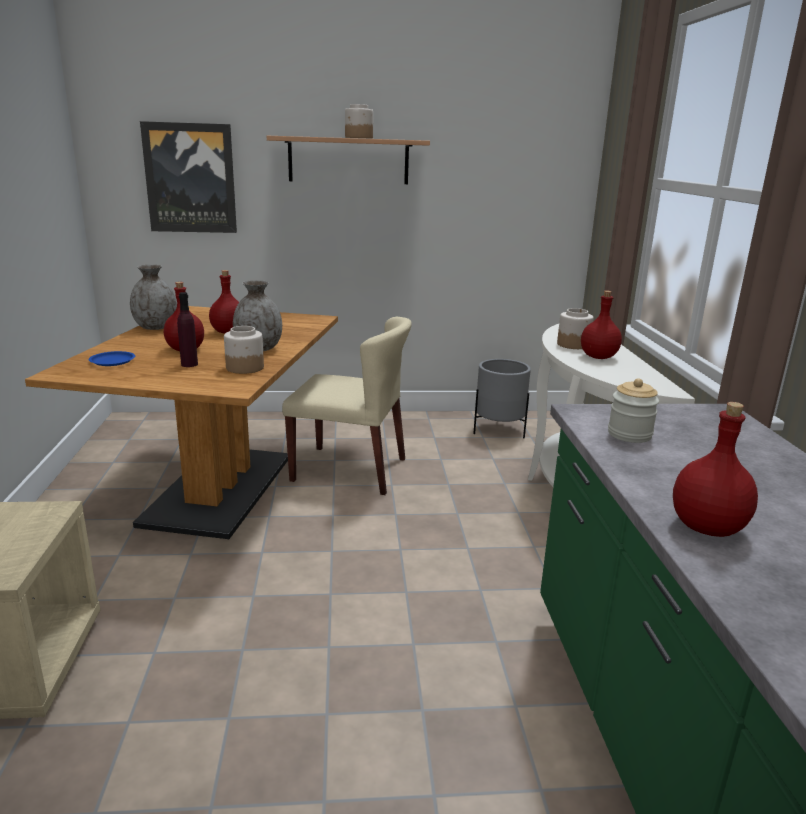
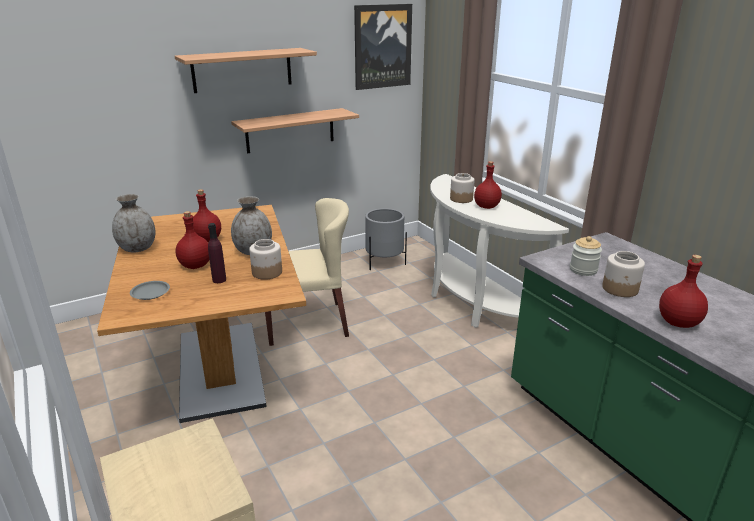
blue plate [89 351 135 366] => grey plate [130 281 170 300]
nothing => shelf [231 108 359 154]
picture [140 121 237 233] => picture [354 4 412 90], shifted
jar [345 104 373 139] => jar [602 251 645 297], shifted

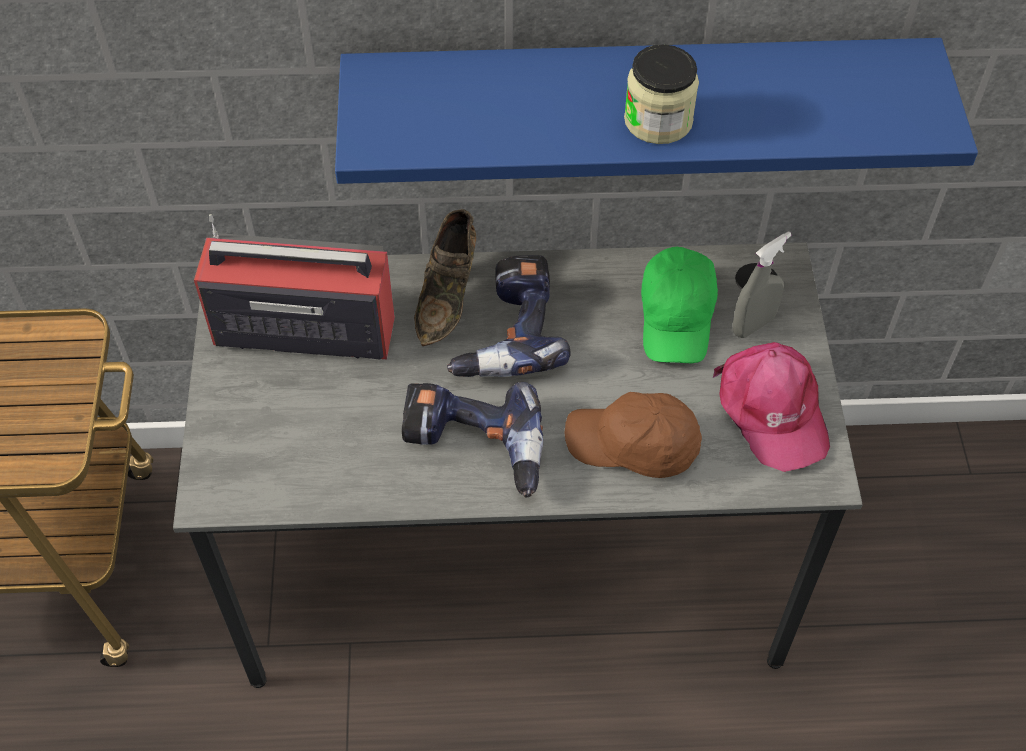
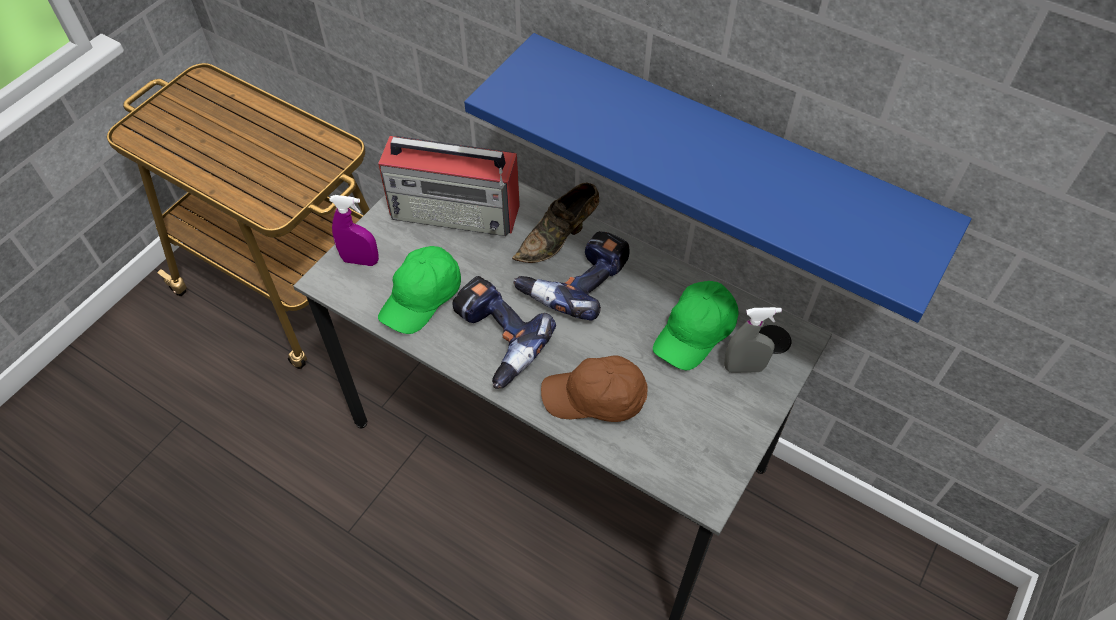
nothing => purple spray bottle [329 195 379 266]
radio [194 214 395 360] => radio [378 136 520 236], 150 degrees clockwise
nothing => green cap [378 246 461 334]
brown cap [565 392 702 478] => brown cap [541 355 648 422], 45 degrees counterclockwise
jar [624 44 699 144] => nothing
pink cap [713 342 830 472] => nothing

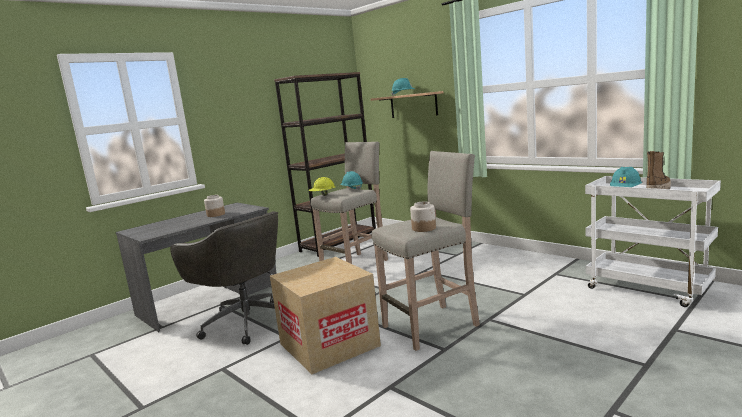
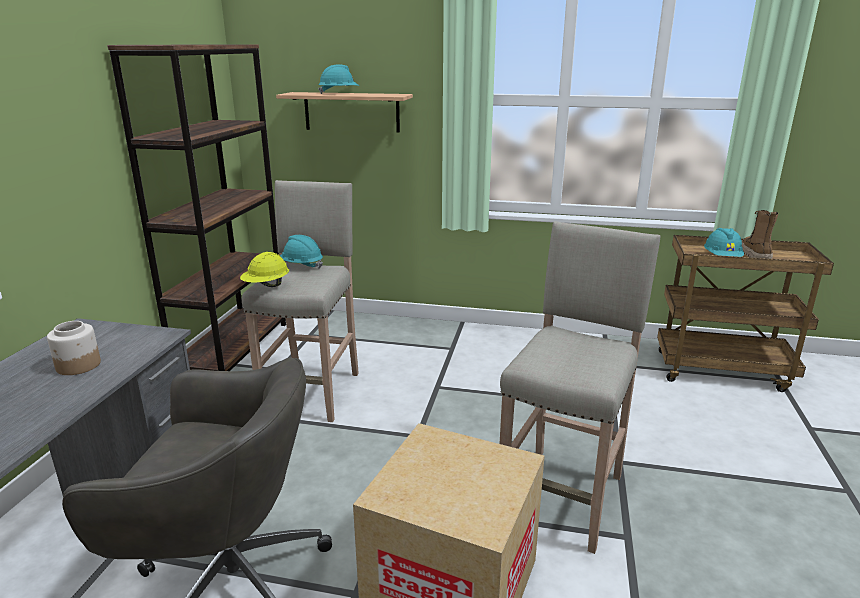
white cart [585 176 721 307] => brown cart [657 235 834 392]
jar [410 202 436 232] => nothing

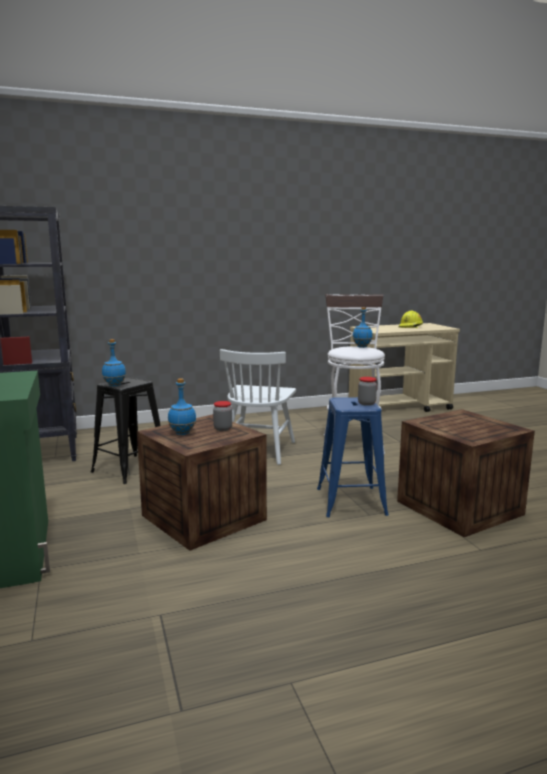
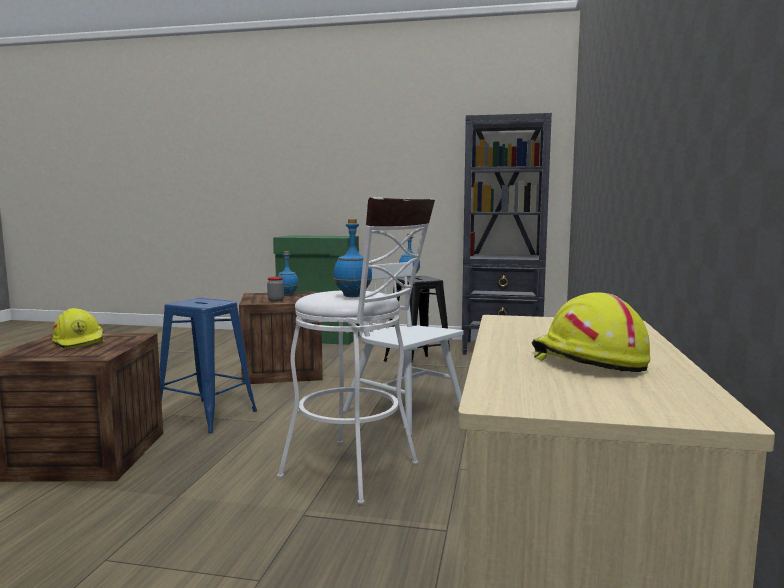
nothing => yellow hard hat [52 308 105 349]
jar [358 377 377 406] => nothing

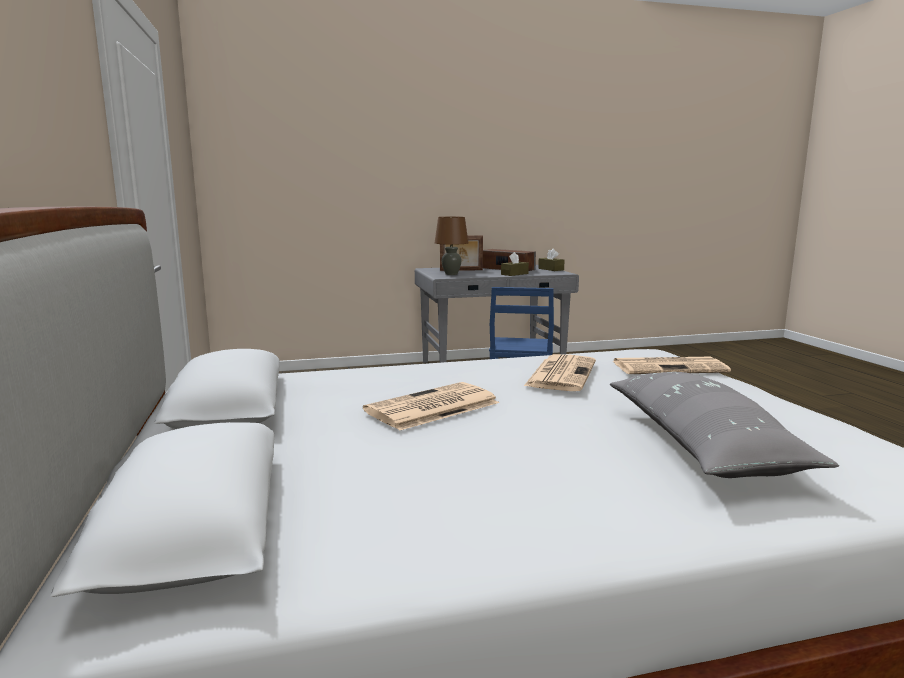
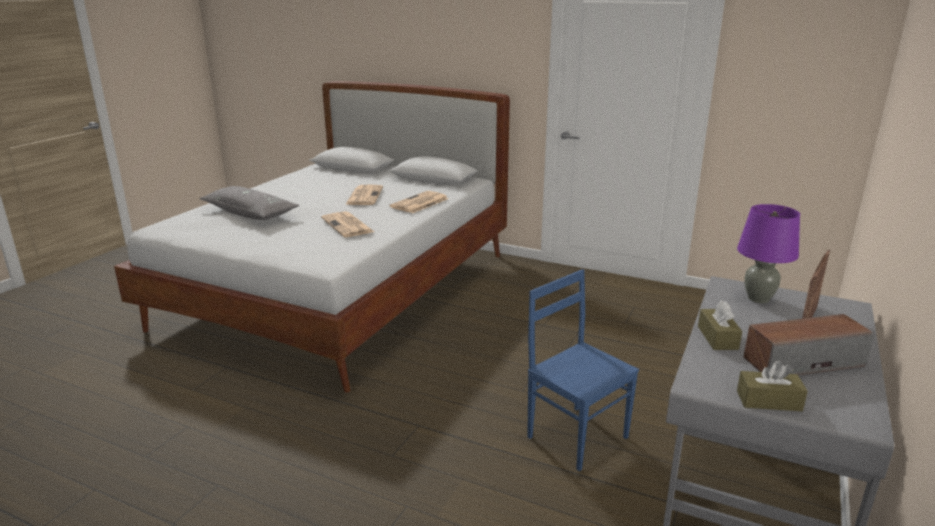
newspaper [612 357 731 374] => newspaper [389 191 449 213], shifted
brown table lamp [435 217 468 275] => purple table lamp [737 204 800 303]

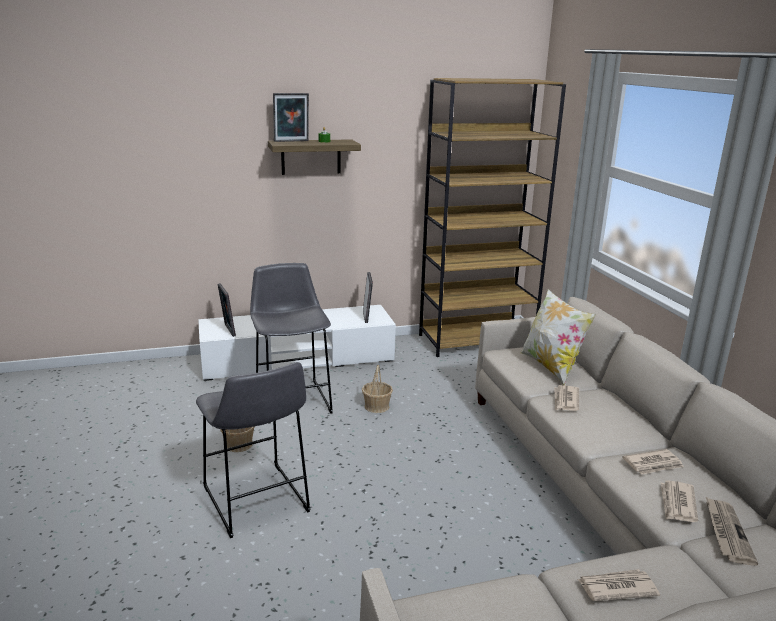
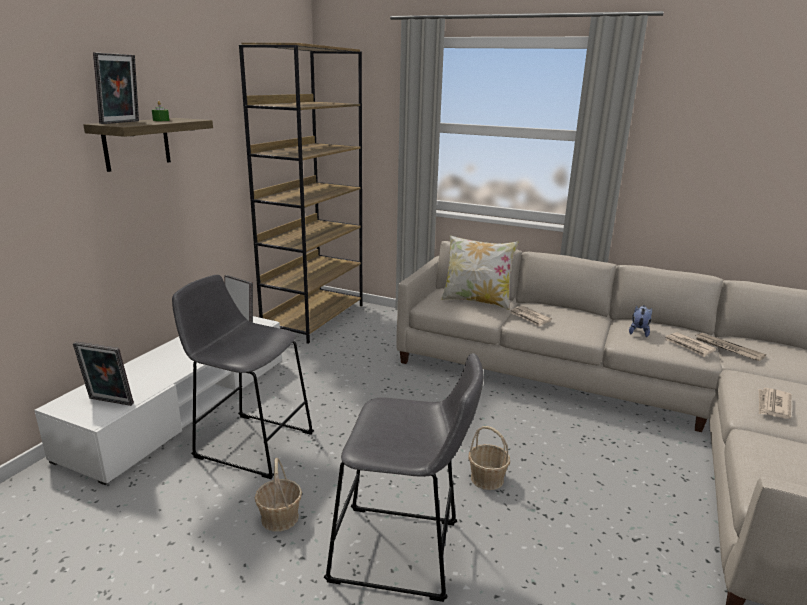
basket [362 365 393 413] => basket [468 426 510 490], shifted
newspaper [622 449 684 474] => plush toy [629 305 652 337]

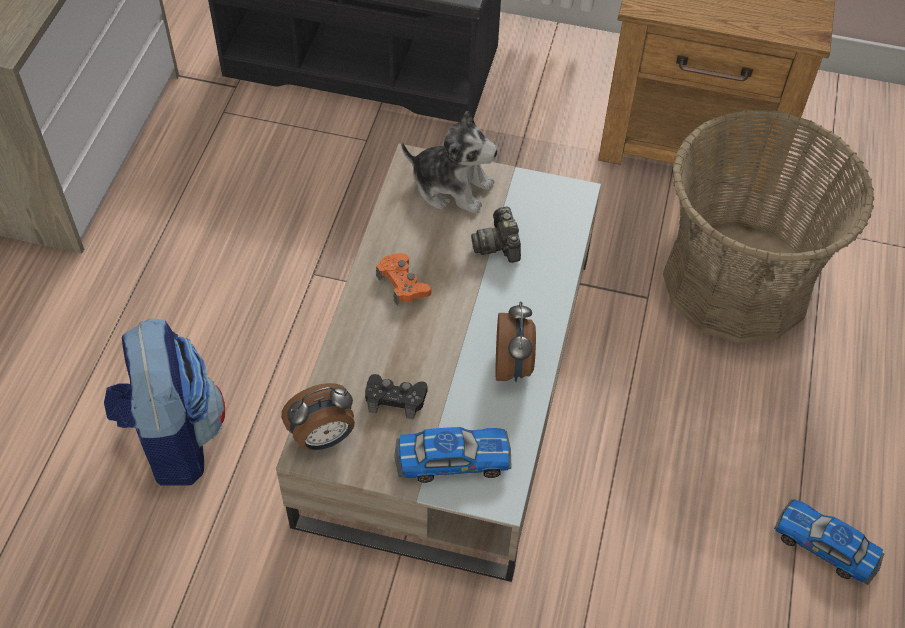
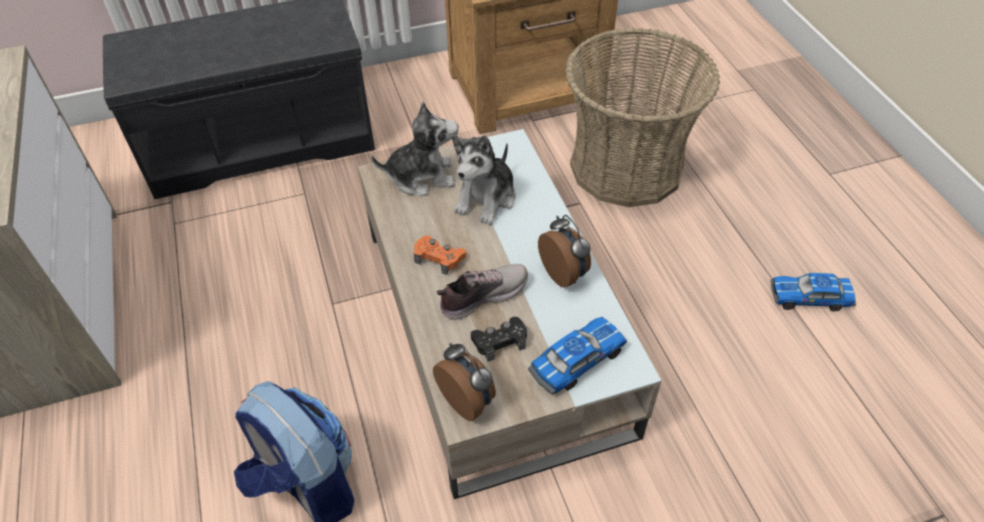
alarm clock [281 383 355 450] => alarm clock [433 343 496 421], 75 degrees counterclockwise
nothing => shoe [436 264 528 320]
photo camera [471 206 521 263] => plush toy [452 135 516 225]

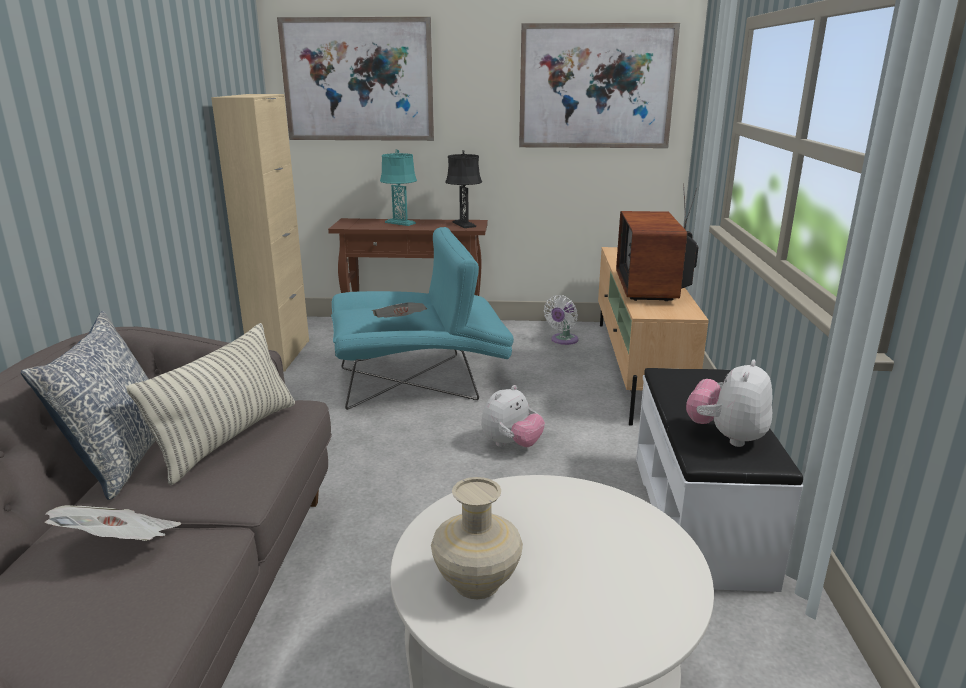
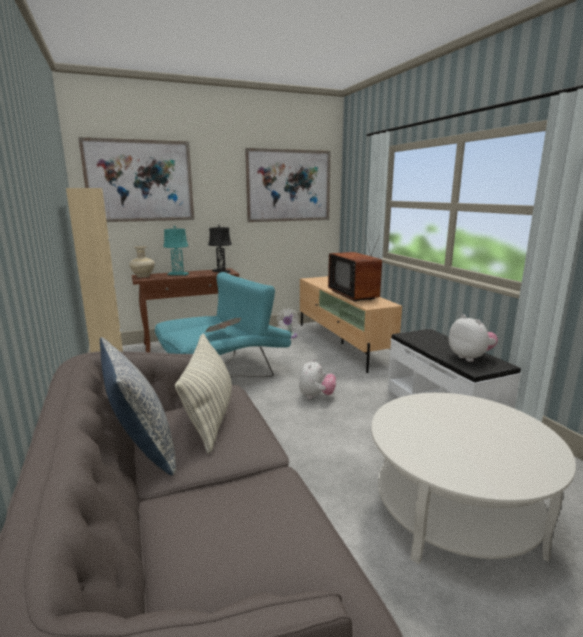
beige vase [431 477 523 599] => beige vase [129 246 155 277], shifted
plush toy [686 359 773 447] => plush toy [449 314 498 362], 150 degrees clockwise
newspaper [44 505 182 541] => nothing

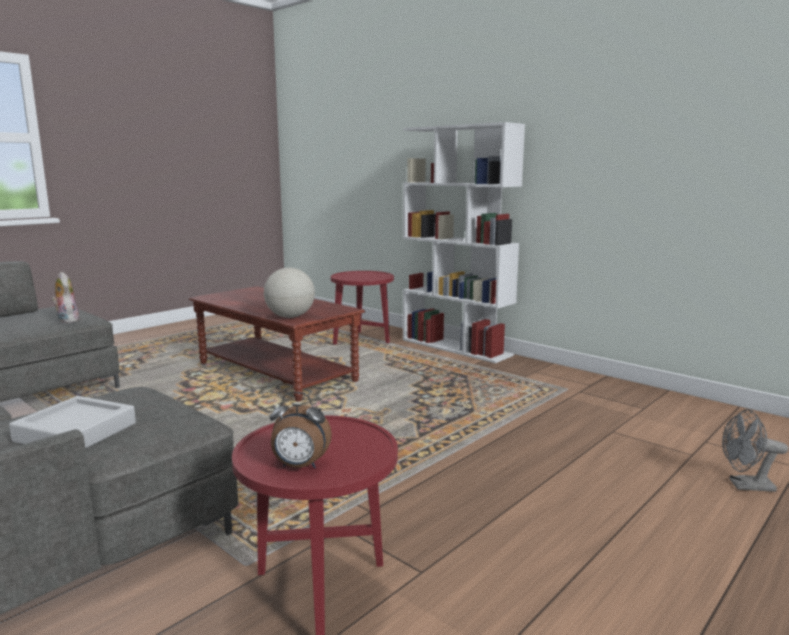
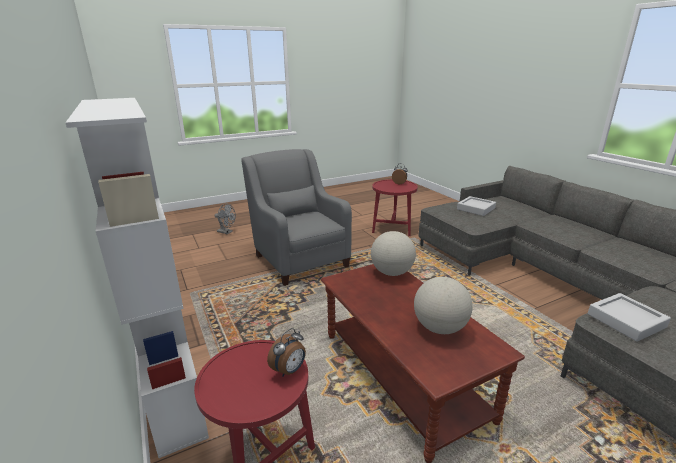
nothing => grey armchair [241 149 352 286]
nothing => alarm clock [267 328 306 377]
nothing => globe [414 277 472 334]
plush toy [52 272 79 323] => grey tray [588 293 671 342]

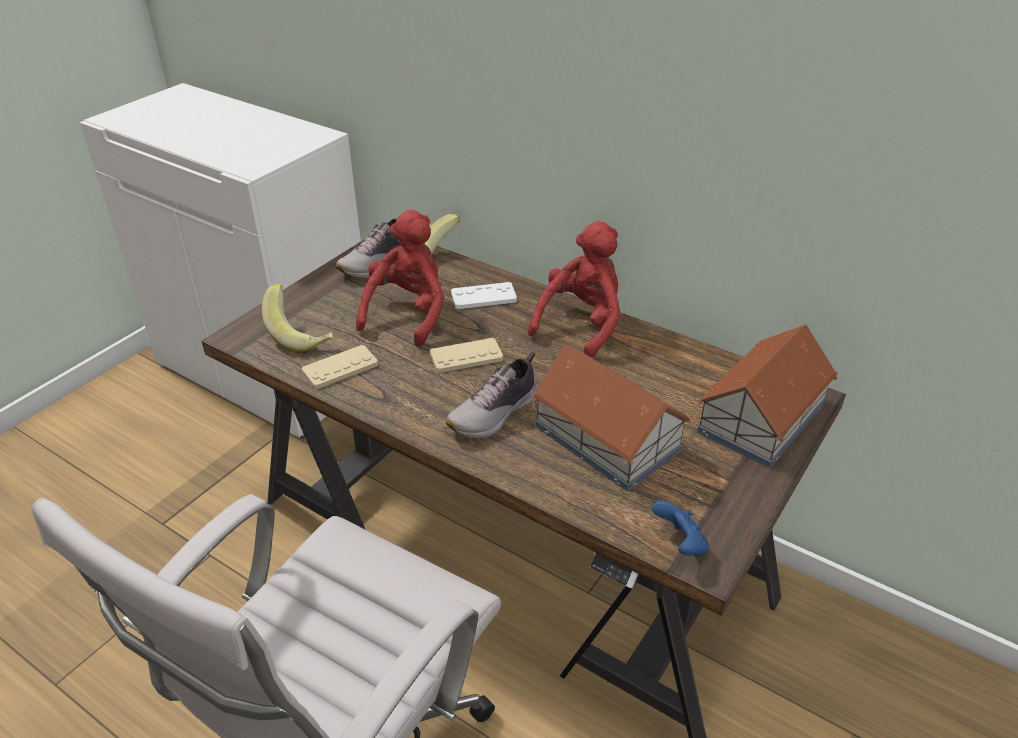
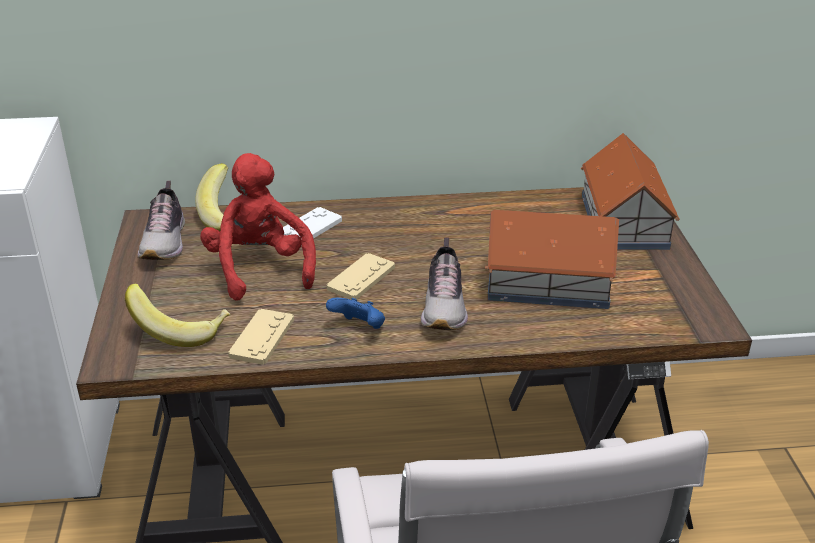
blue game controller [652 501 709 556] => blue game controller [326 298 385 329], shifted
red plush toy [528 221 621 358] => nothing

